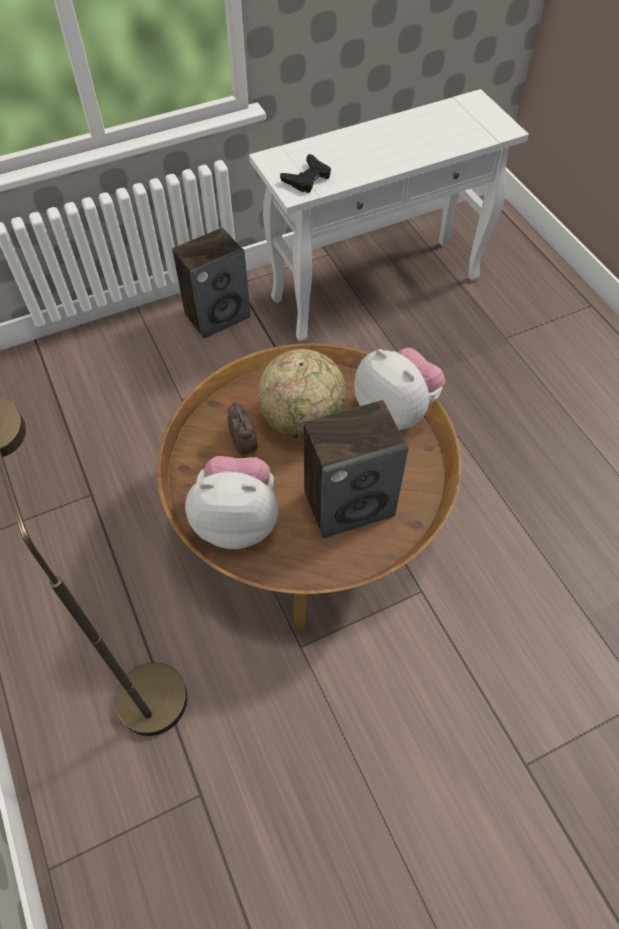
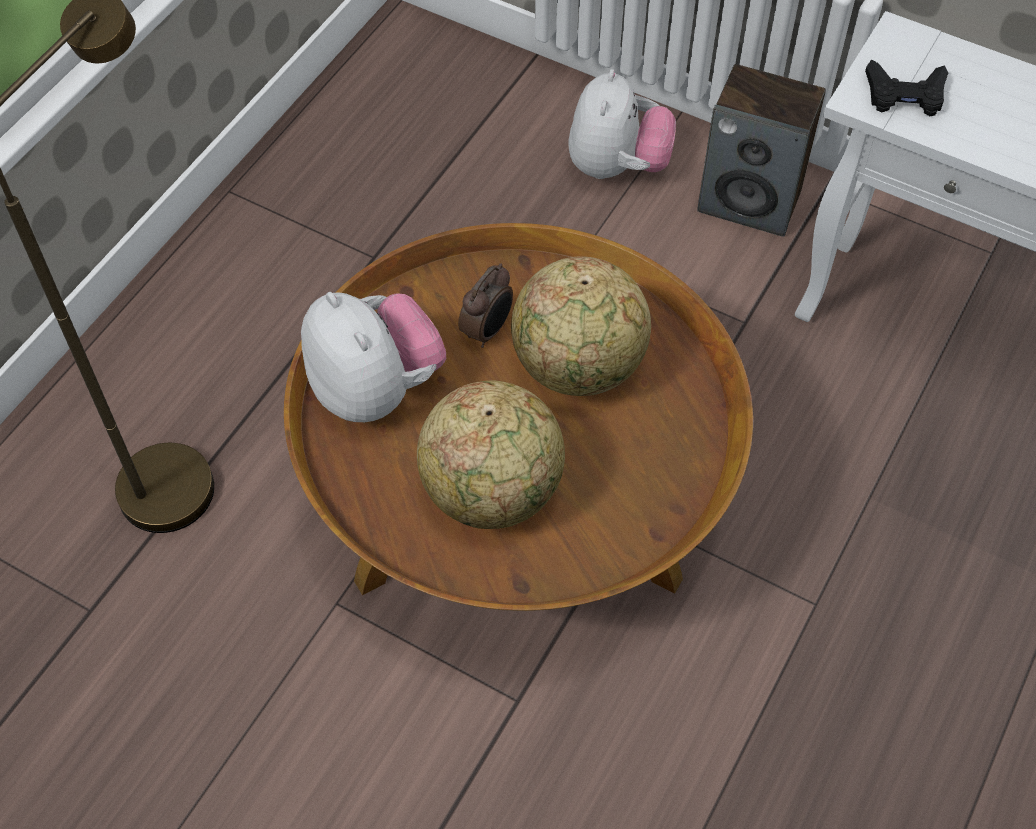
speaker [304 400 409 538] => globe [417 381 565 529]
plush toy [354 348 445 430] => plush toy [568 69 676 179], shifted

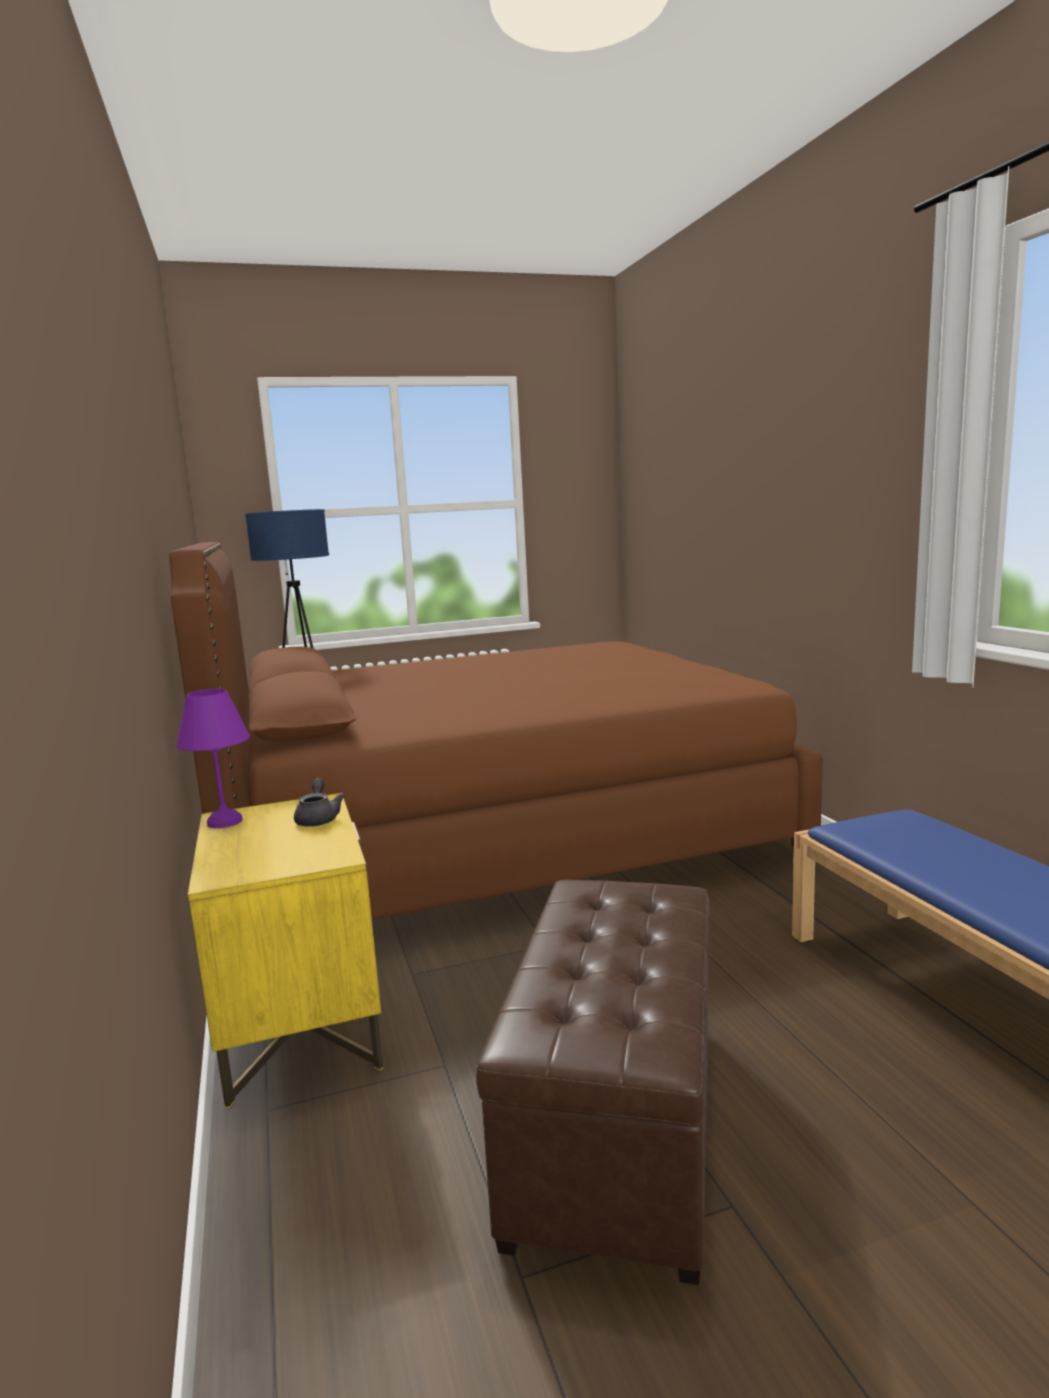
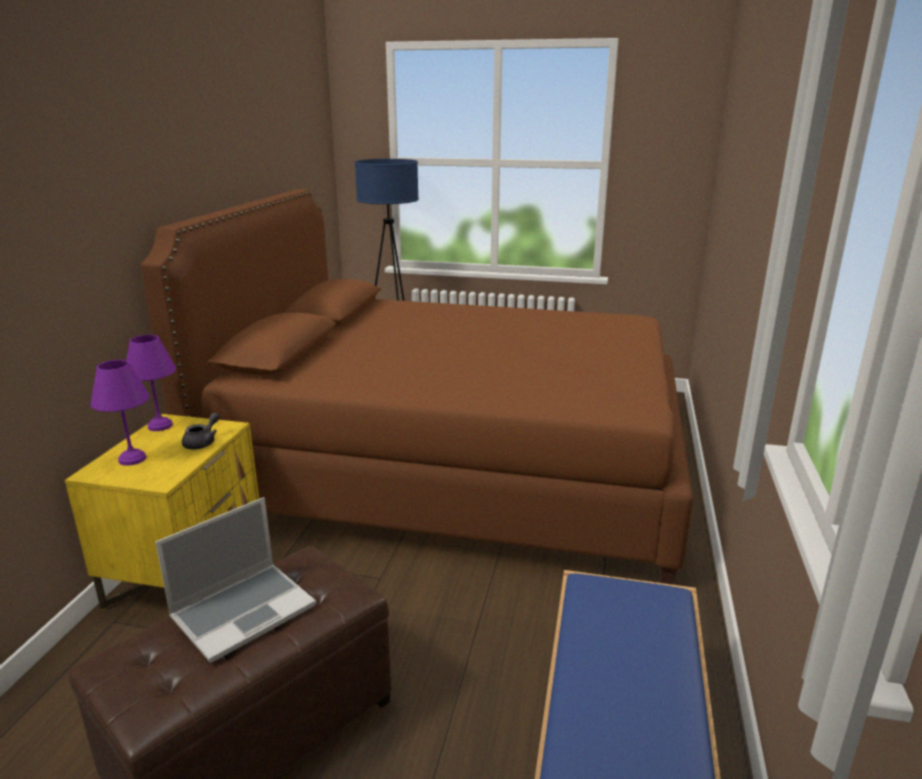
nothing => purple table lamp [91 360 149 466]
nothing => laptop [155 497 316 663]

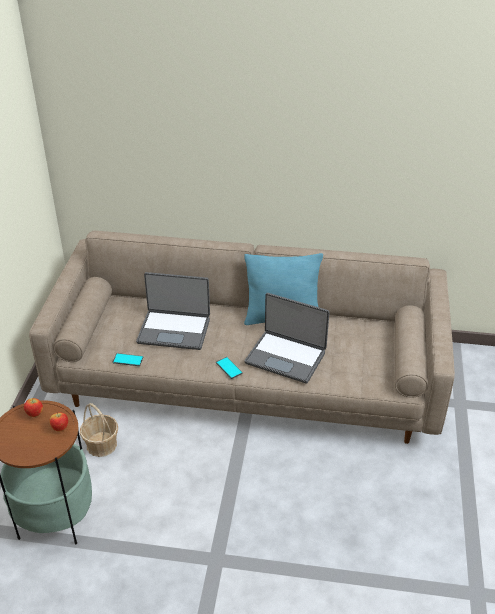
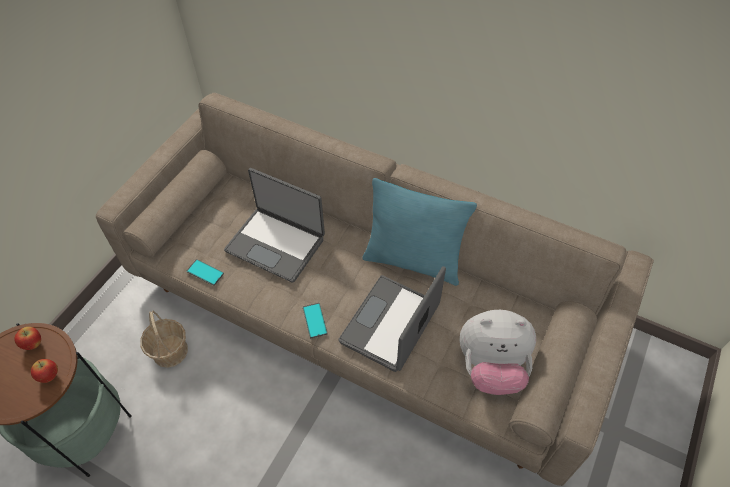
laptop [244 293 330 384] => laptop [338 266 446 372], 75 degrees clockwise
nothing => plush toy [460 310 536 395]

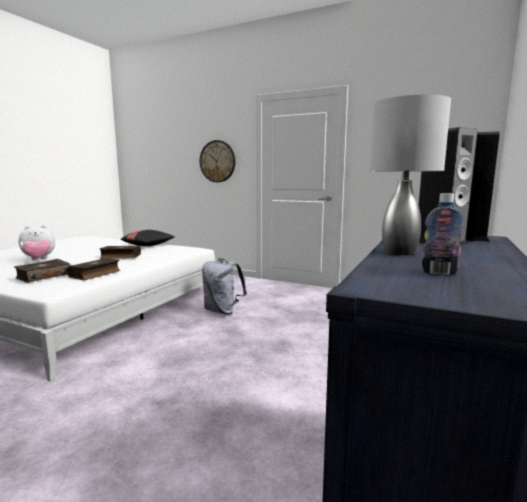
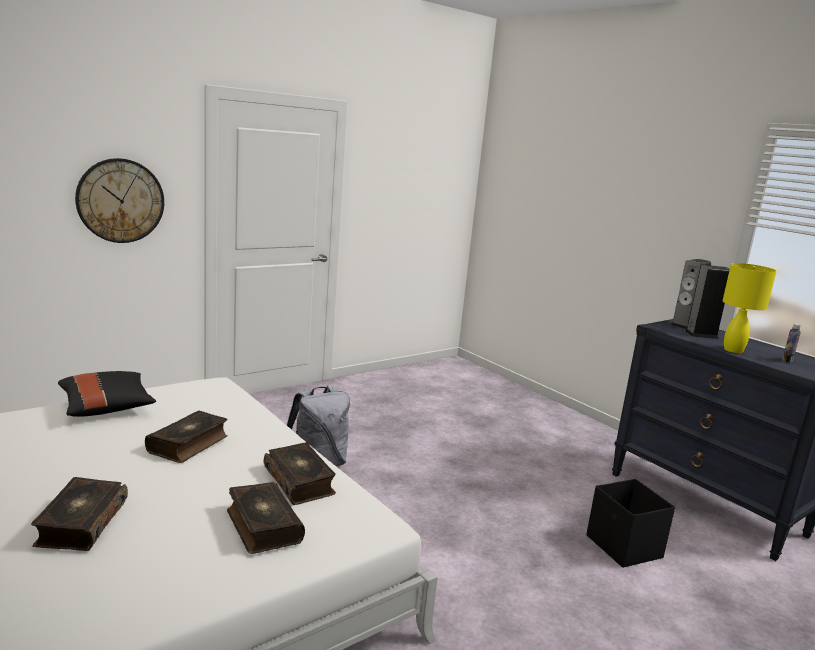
plush toy [18 225 55 260] => book [31 477 128 551]
nothing => black storage box [586 479 675 568]
grey table lamp [370 94 451 255] => yellow table lamp [722 263 777 353]

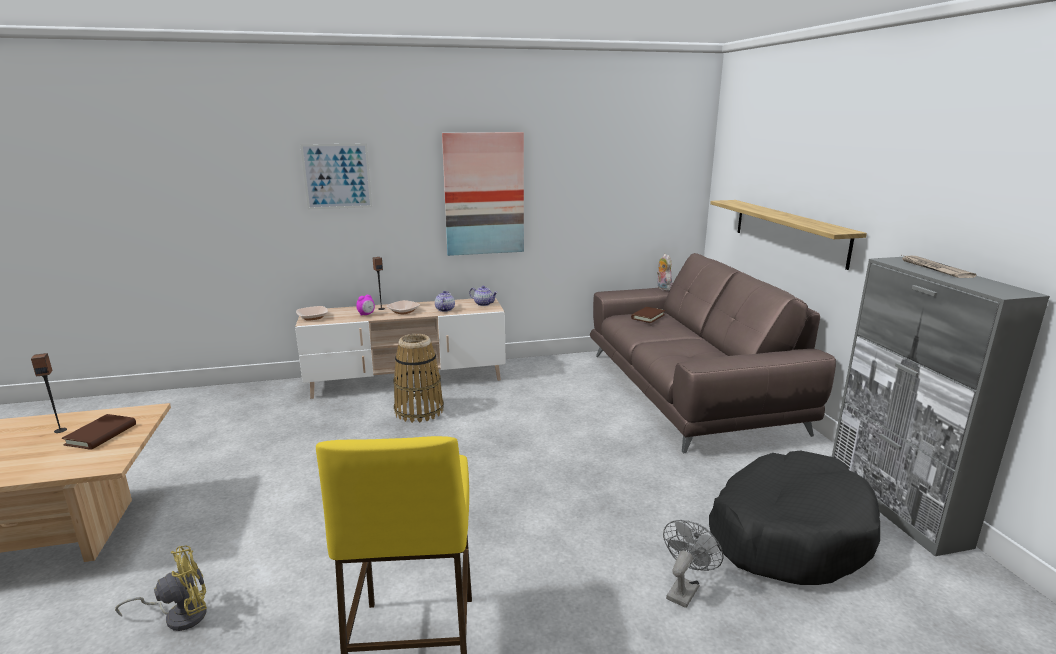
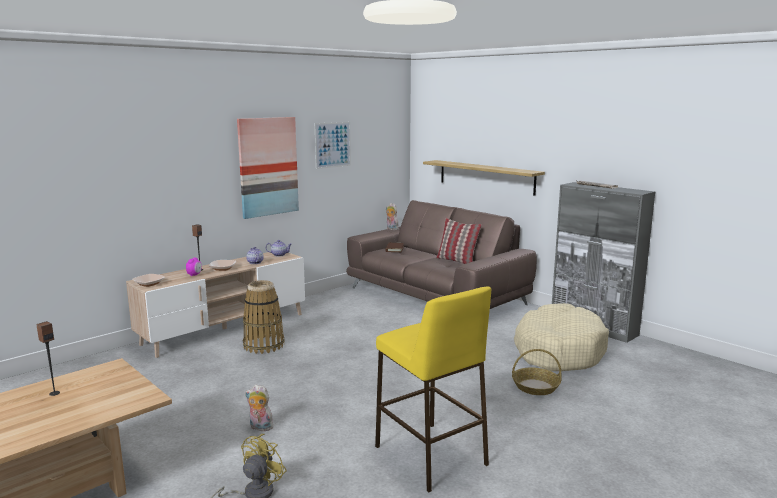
nothing => plush toy [245 385 273 431]
picture [300 143 372 209] => picture [315 122 351 169], shifted
nothing => pillow [436 218 482 264]
grey fan [663 520 724 608] => basket [512 349 562 395]
black dog bed [709 451 880 585] => beige dog bed [514 303 609 371]
brown book [61 414 136 450] => nothing

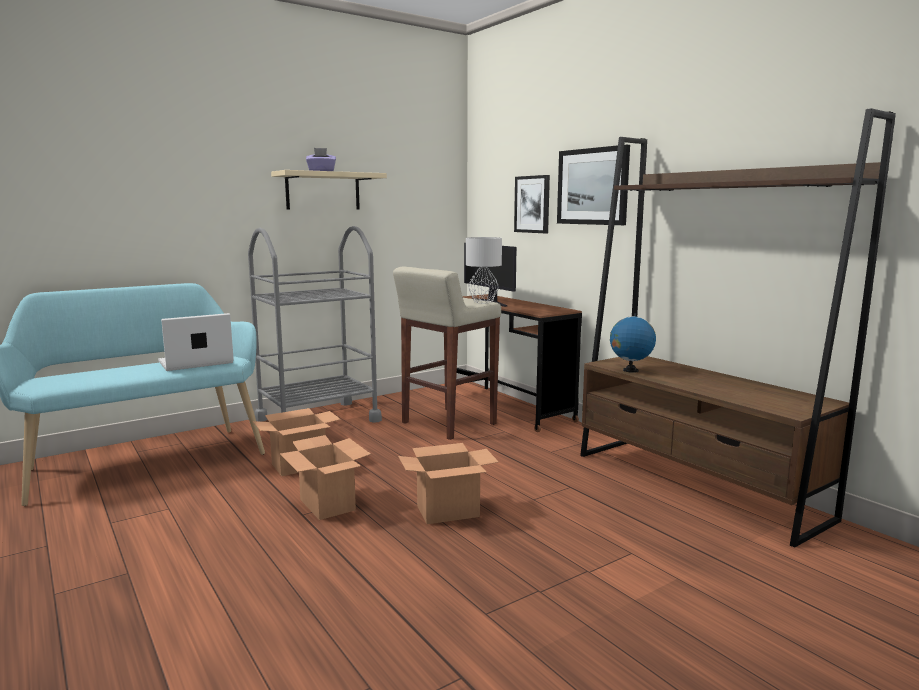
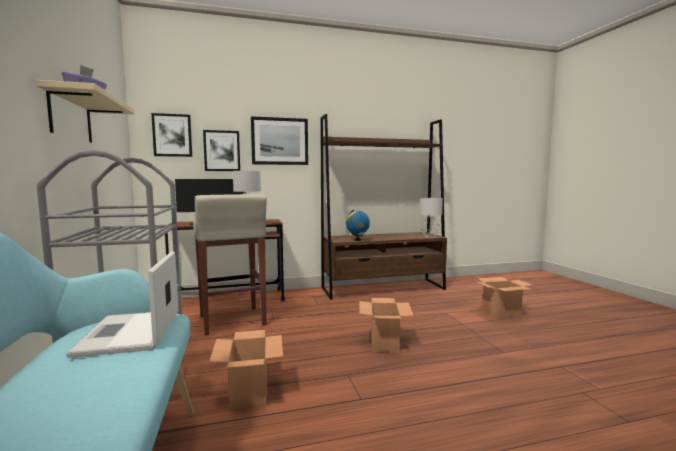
nothing => picture [151 113 192 157]
nothing => grey table lamp [420 198 443 238]
cardboard box [280 435 371 520] => cardboard box [475 277 531 318], shifted

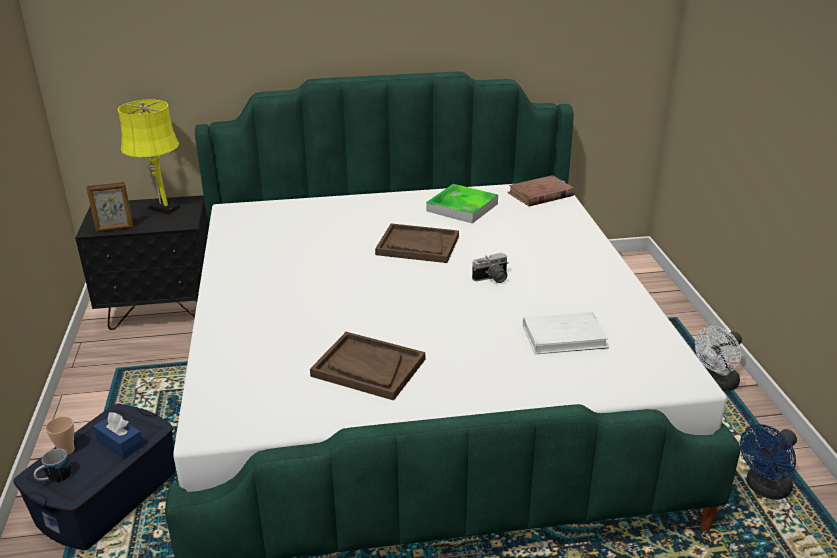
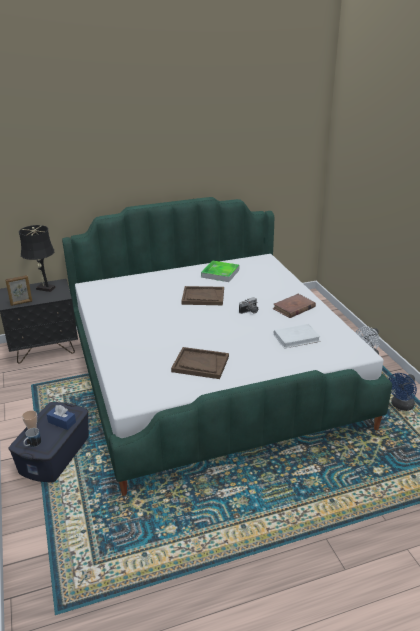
yellow table lamp [117 99 180 215] => black table lamp [19 225 56 292]
brown book [507 175 575 207] => brown book [272 294 316 318], shifted

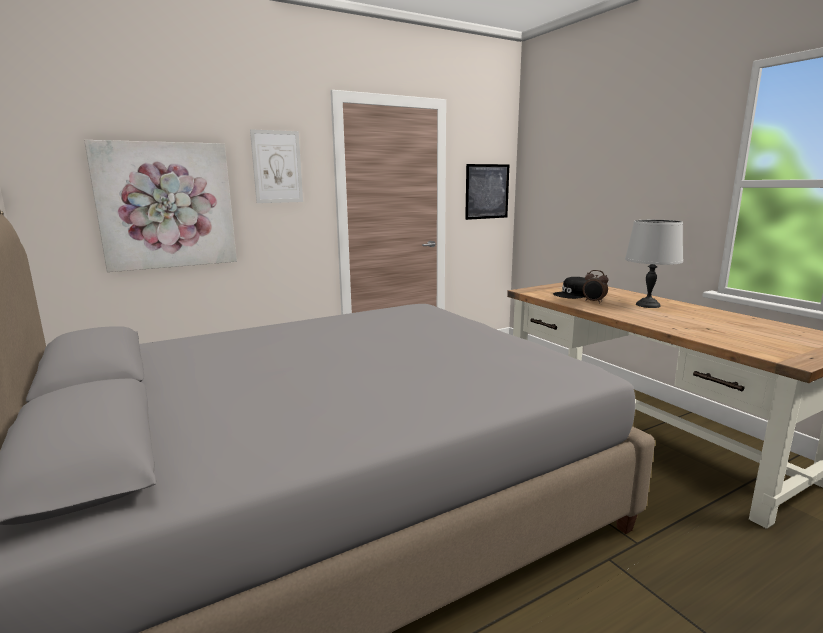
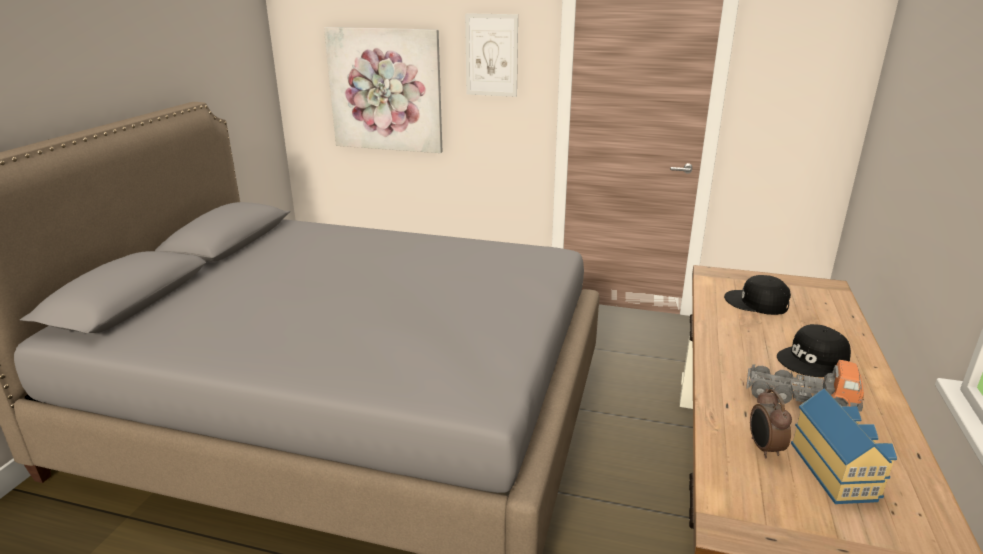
nothing => toy truck [746 360 864 412]
alarm clock [583 270 608 303] => alarm clock [750 389 792 458], shifted
grey table lamp [625 220 683 308] => black cap [777 324 851 377]
nothing => toy house [791 389 897 504]
picture [465 164 509 220] => nothing

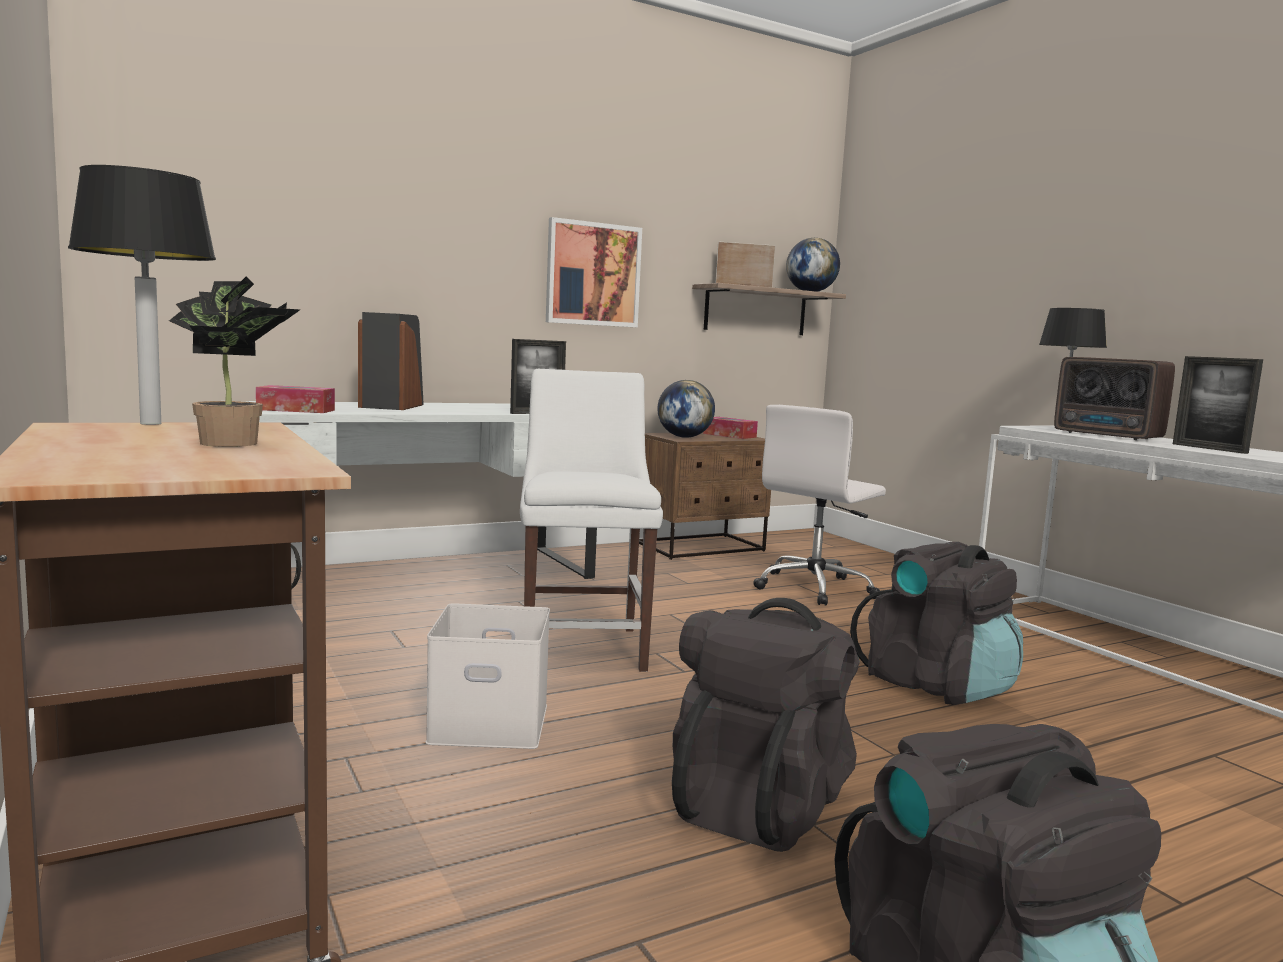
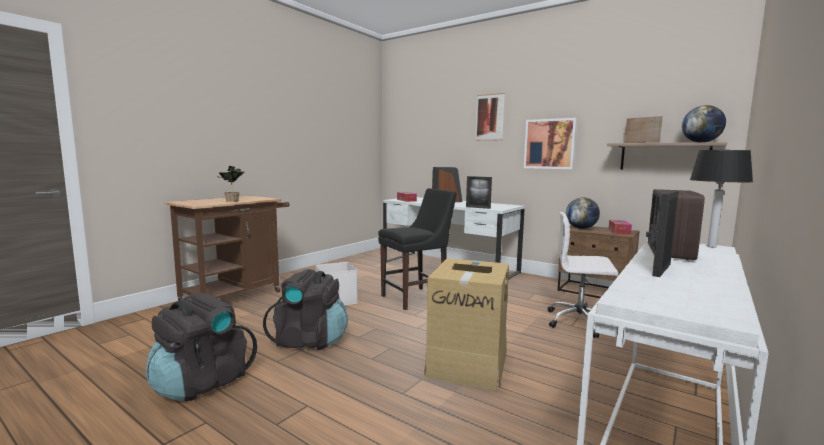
white chair [520 369 663 672] => black chair [378 188 457 310]
black backpack [850 542 1023 705] => cardboard box [424 258 509 390]
nothing => picture [475 93 505 141]
table lamp [68 165 216 425] => nothing

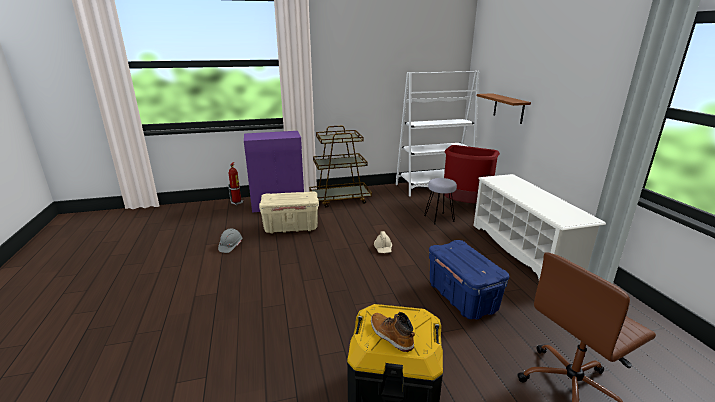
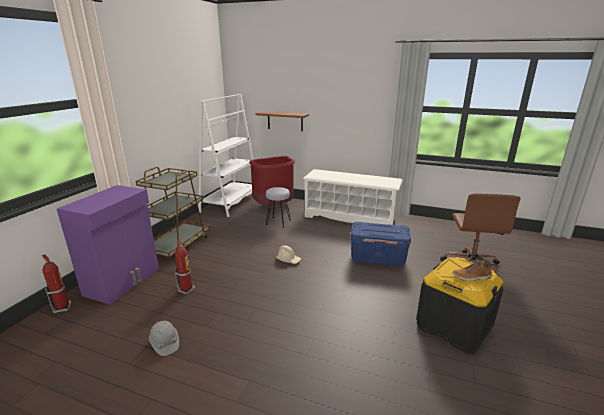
beige storage box [259 191 319 234] => fire extinguisher [174 238 195 295]

